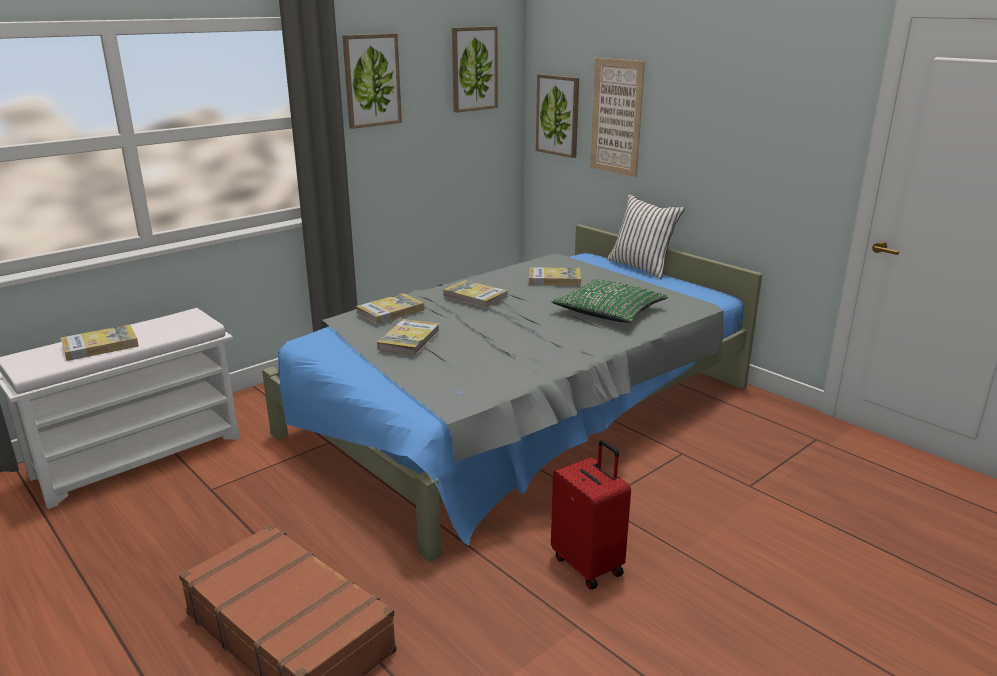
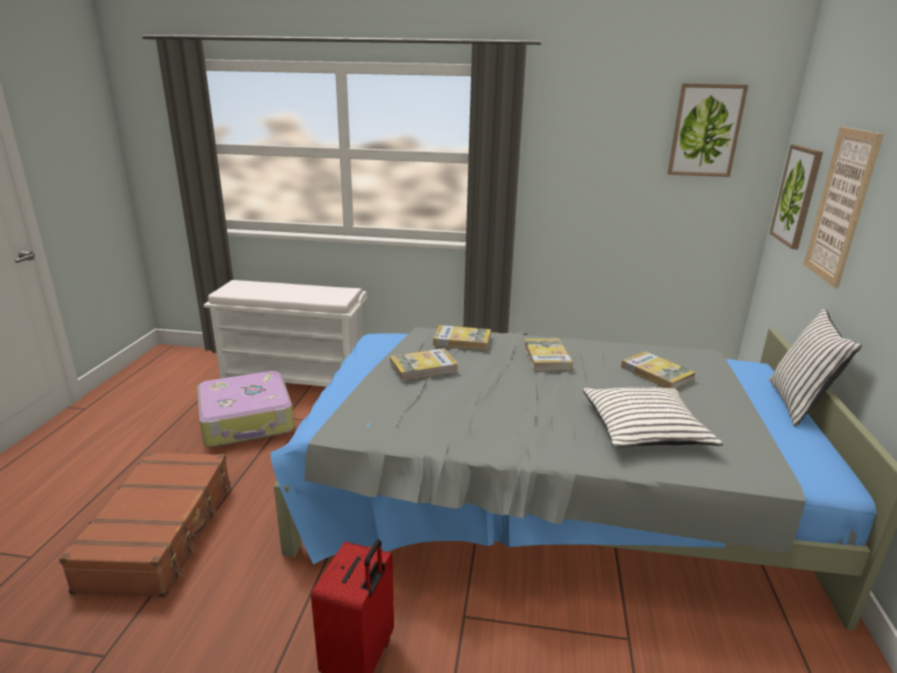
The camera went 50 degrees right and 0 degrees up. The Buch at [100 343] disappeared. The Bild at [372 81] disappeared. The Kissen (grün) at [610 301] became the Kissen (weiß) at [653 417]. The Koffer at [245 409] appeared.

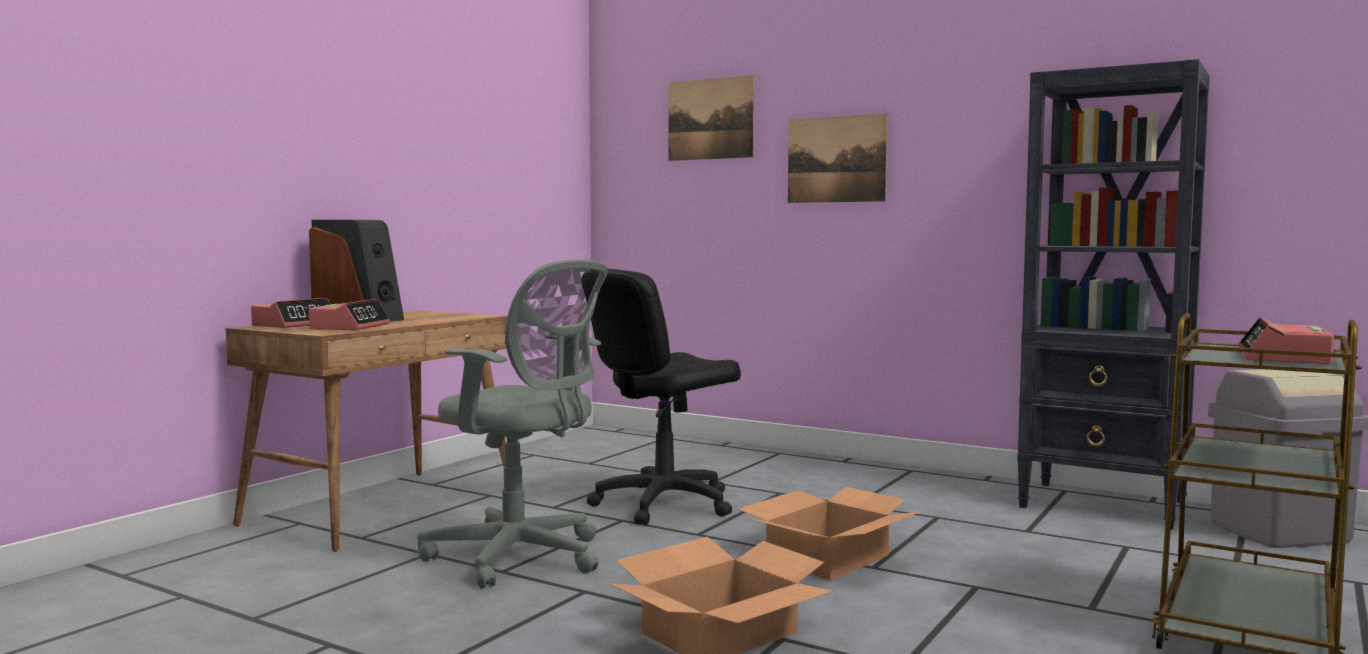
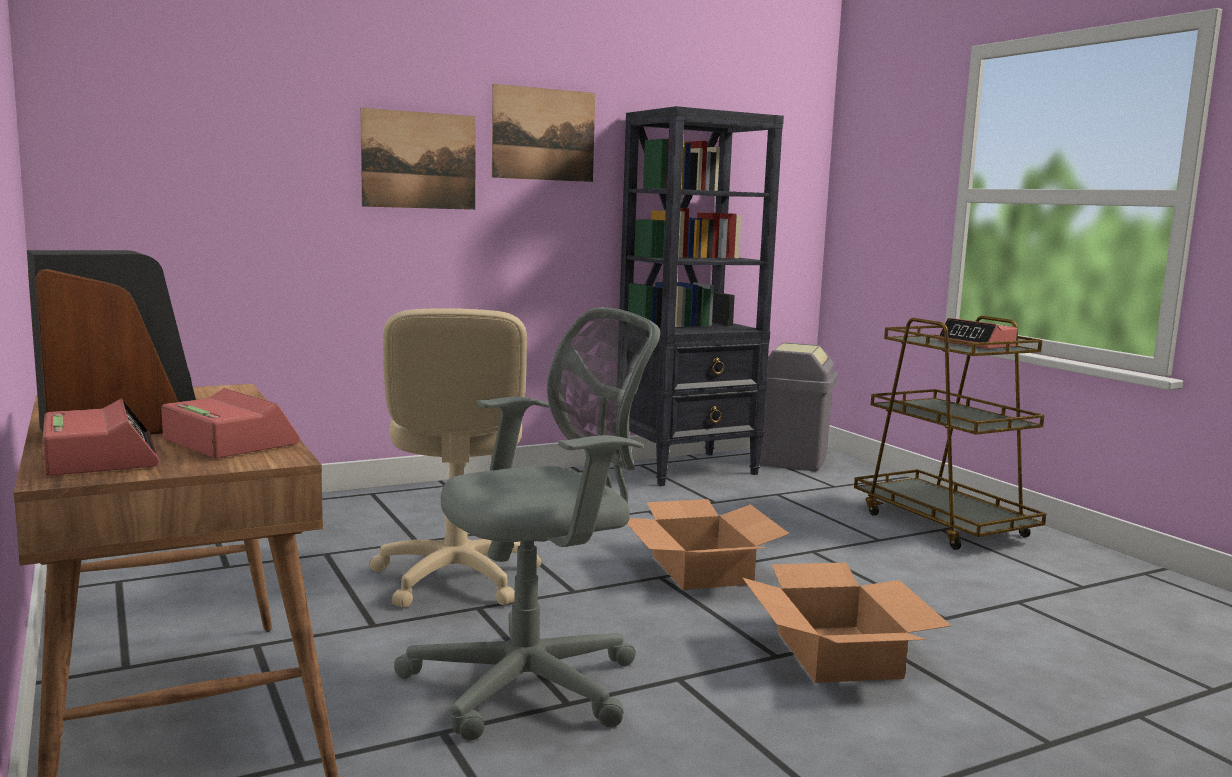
The camera went 60 degrees left and 5 degrees up. The Bürostuhl (schwarz) at [661 397] became the Bürostuhl (beige) at [455 458]. The Bild moved from [711 118] to [543 133].

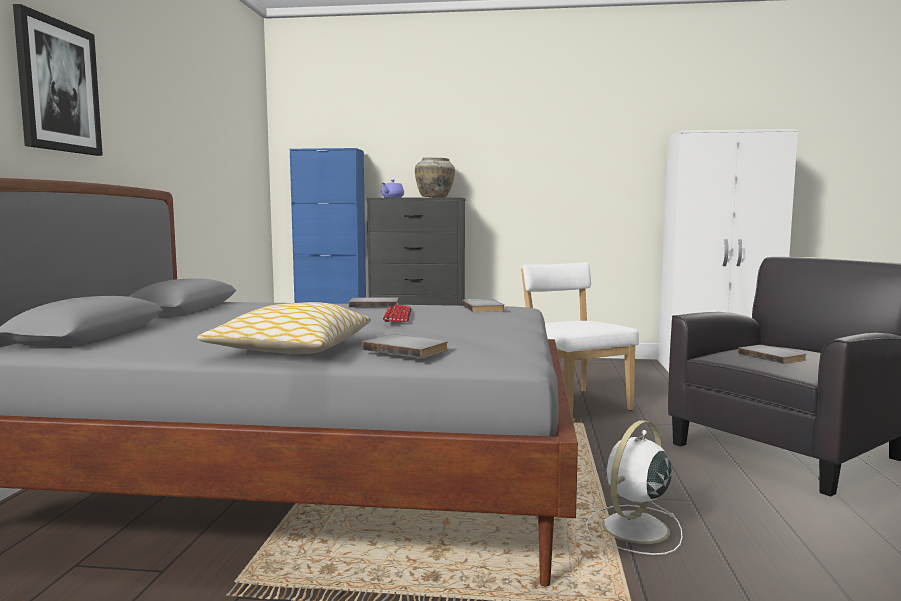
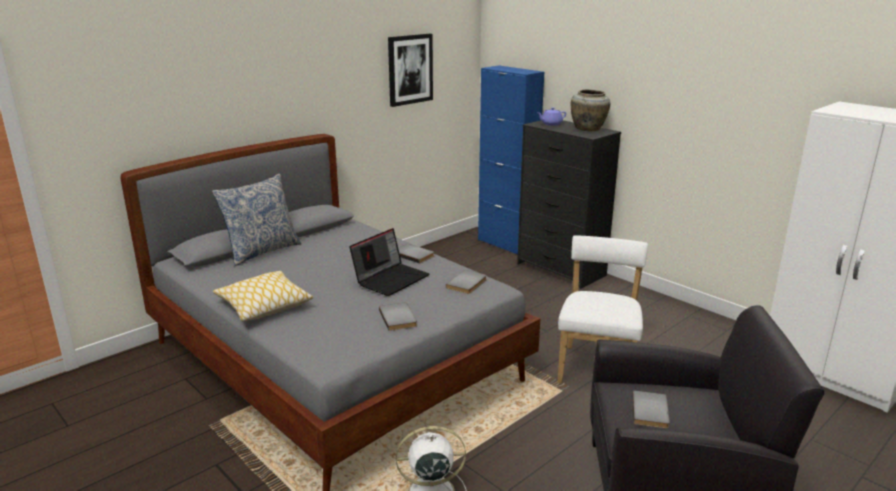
The camera went 40 degrees right and 15 degrees up. The Bild moved from [58 80] to [410 70]. The Buch (grau) moved from [405 346] to [398 316]. The Tastatur at [397 313] was replaced by the Laptop at [389 262]. The Kissen at [256 219] appeared.

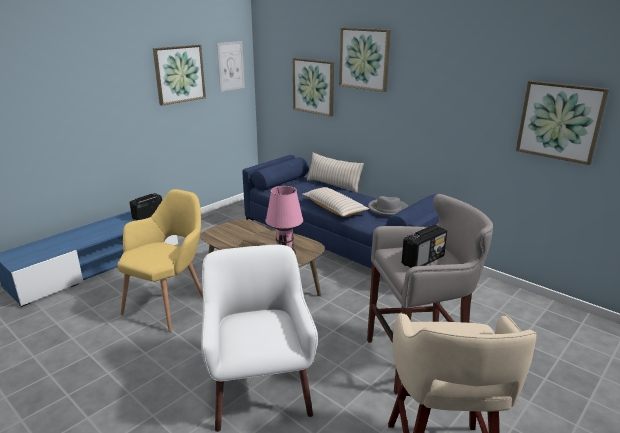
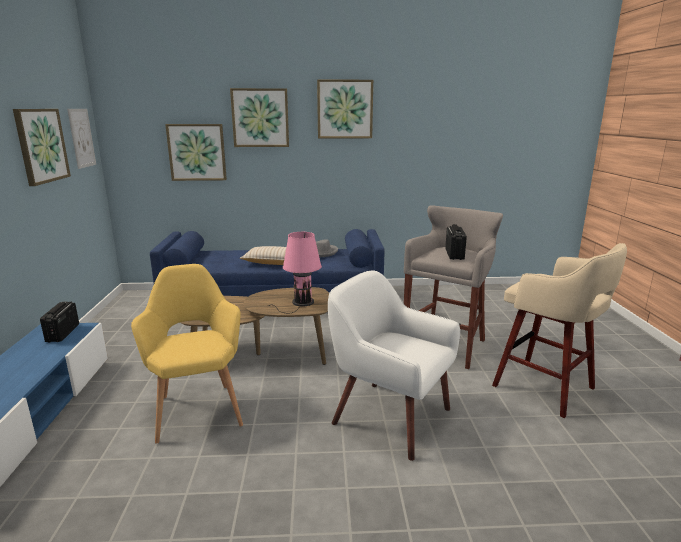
The camera went 45 degrees left and 5 degrees down. The Kissen (beige) at [335 173] disappeared. The Bild moved from [562 123] to [345 109].

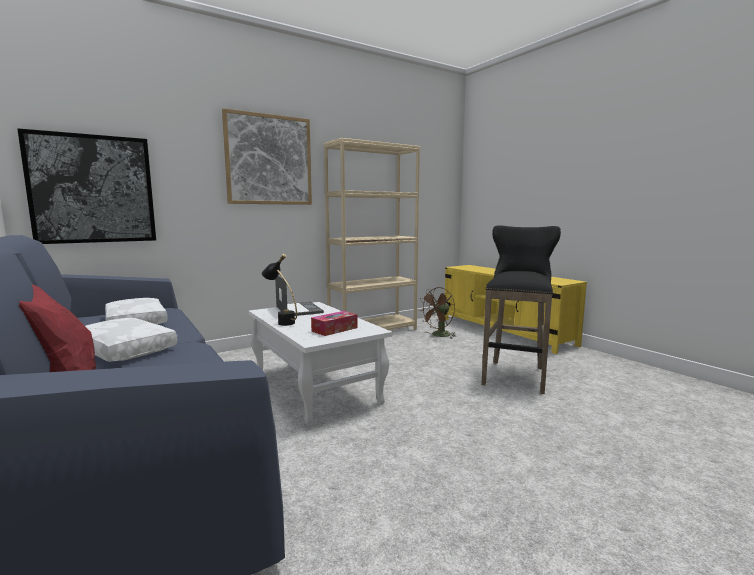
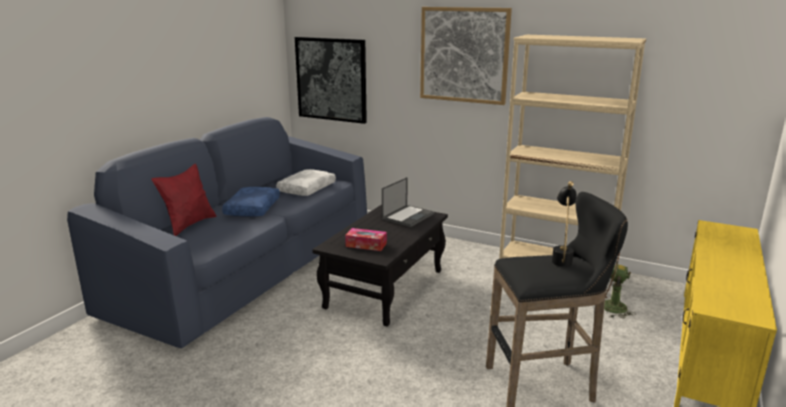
The camera went 60 degrees right and 10 degrees up. The Kissen (weiß) at [131 340] became the Kissen (blau) at [251 202]. The Couchtisch (weiß) at [320 364] became the Couchtisch (schwarz) at [380 265]. The Tischlampe (schwarz) moved from [279 290] to [564 224].

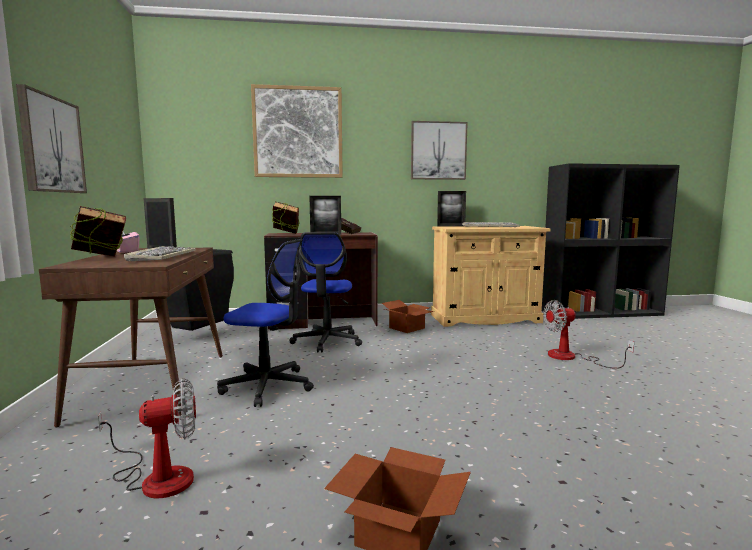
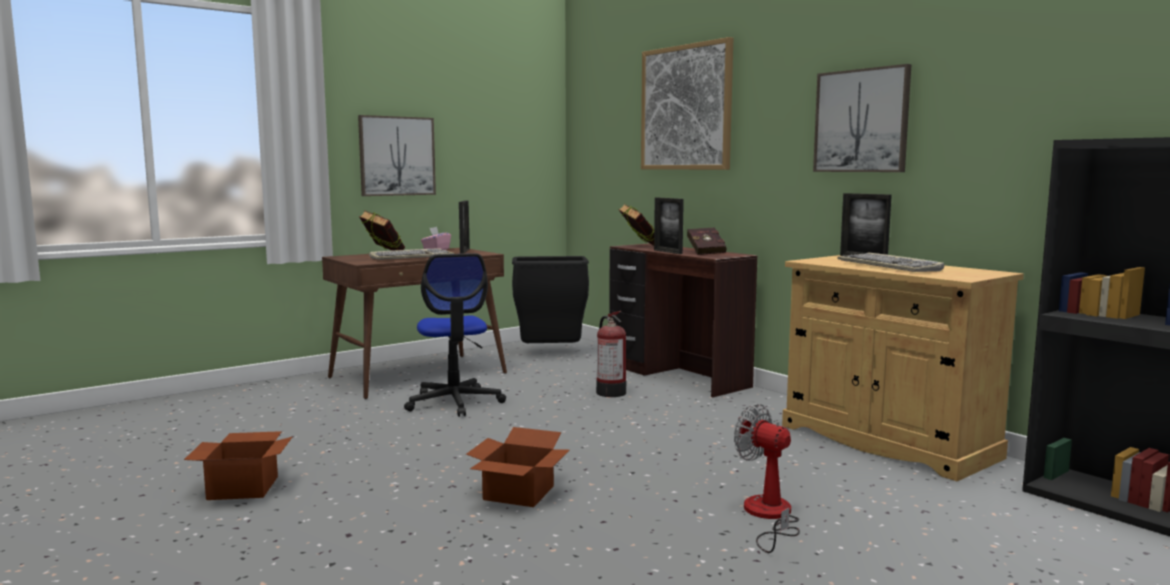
The camera went 60 degrees right and 0 degrees up. The Ventilator at [147 438] disappeared. The Bürostuhl at [325 292] was replaced by the Feuerlöscher at [611 354]. The Karton moved from [408 316] to [517 467].

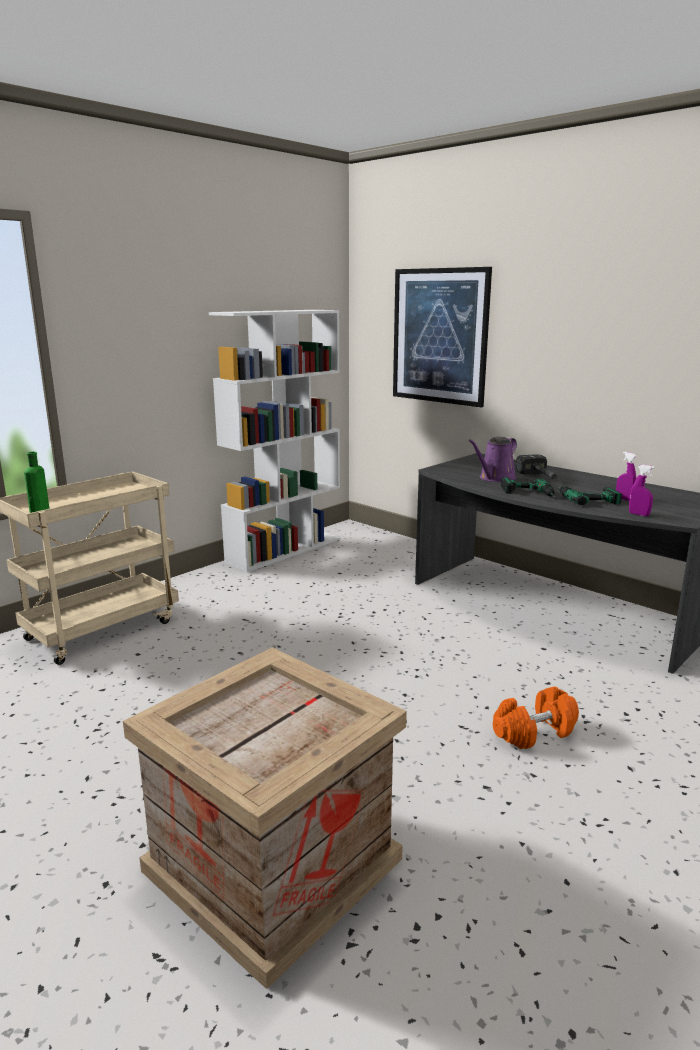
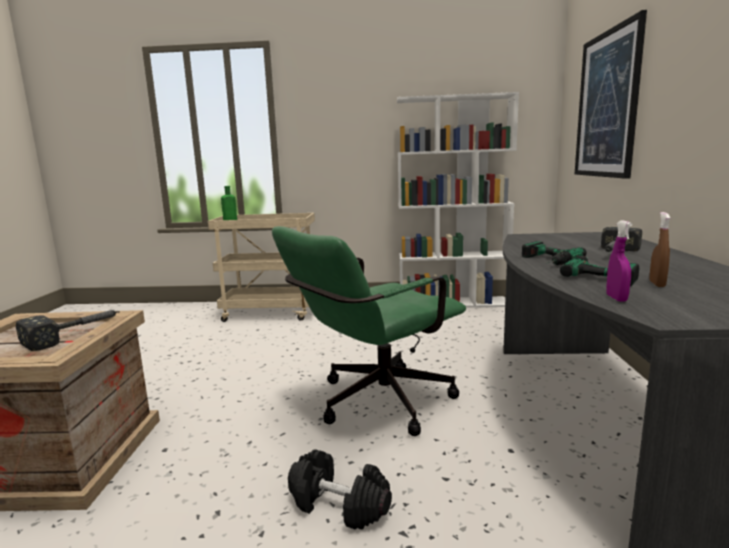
The camera went 50 degrees right and 5 degrees down. The Gießkanne (lila) at [492 459] disappeared. The Hantel (orange) at [536 717] became the Hantel (schwarz) at [340 489]. The Sprühflasche (lila) at [626 476] became the Sprühflasche (braun) at [660 249]. The Hammer at [68 330] appeared. The Bürostuhl (grün) at [369 331] appeared.

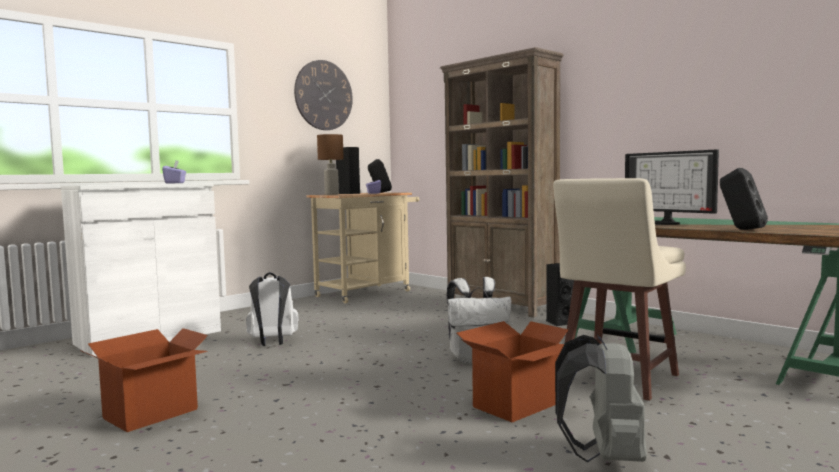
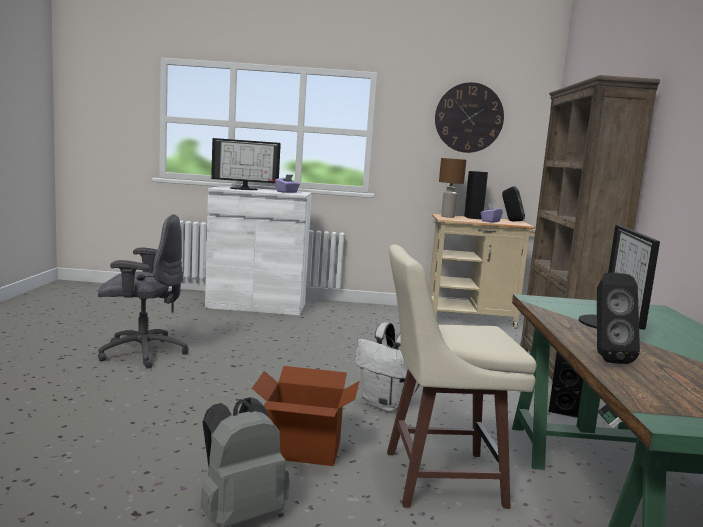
The camera went 45 degrees right and 5 degrees up. The Karton at [144 380] was replaced by the Bürostuhl (grau) at [143 291]. The Rucksack (weiß) at [272 309] disappeared. The Monitor at [246 164] appeared.

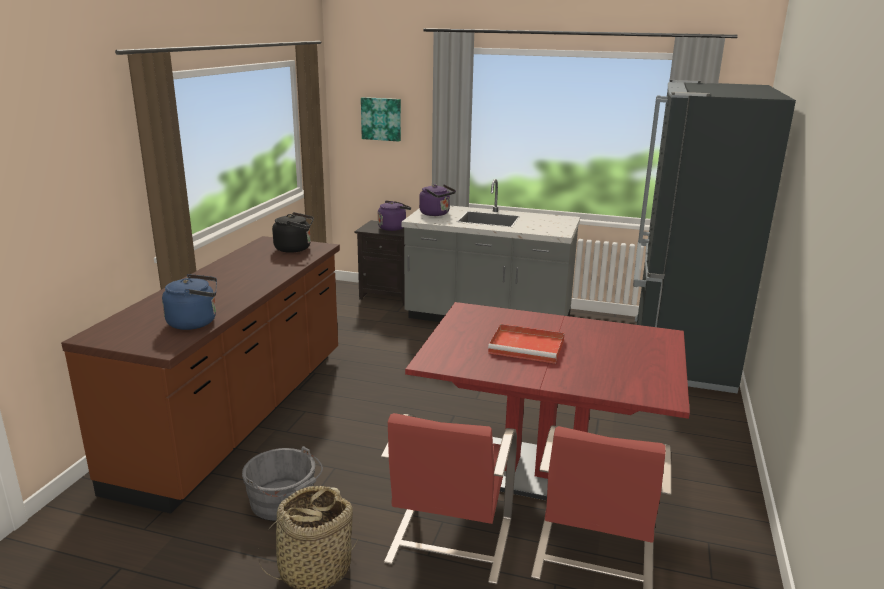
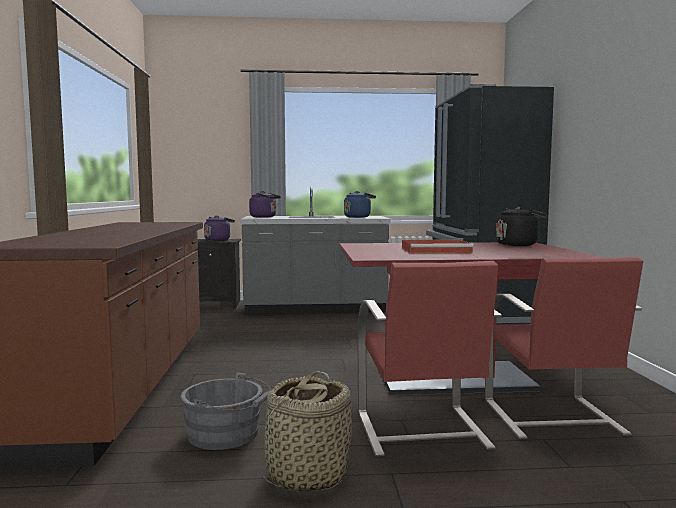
The camera went 20 degrees left and 15 degrees down. The Wasserkessel (blau) moved from [189 302] to [360 204]. The Wasserkessel (schwarz) moved from [293 232] to [521 226]. The Bild at [381 119] disappeared.

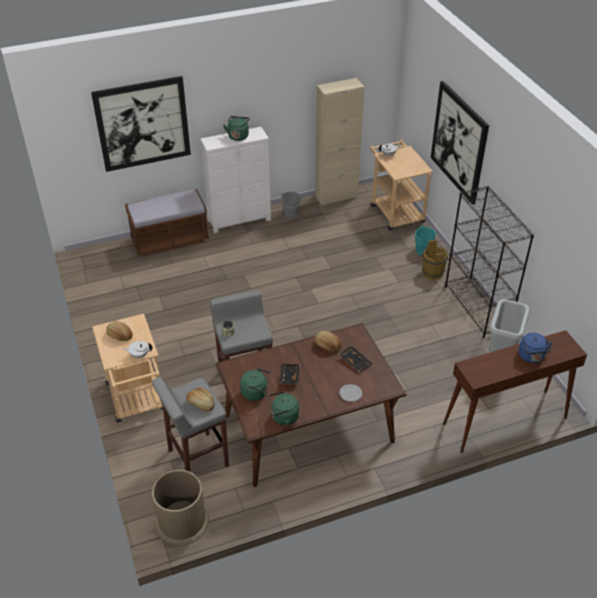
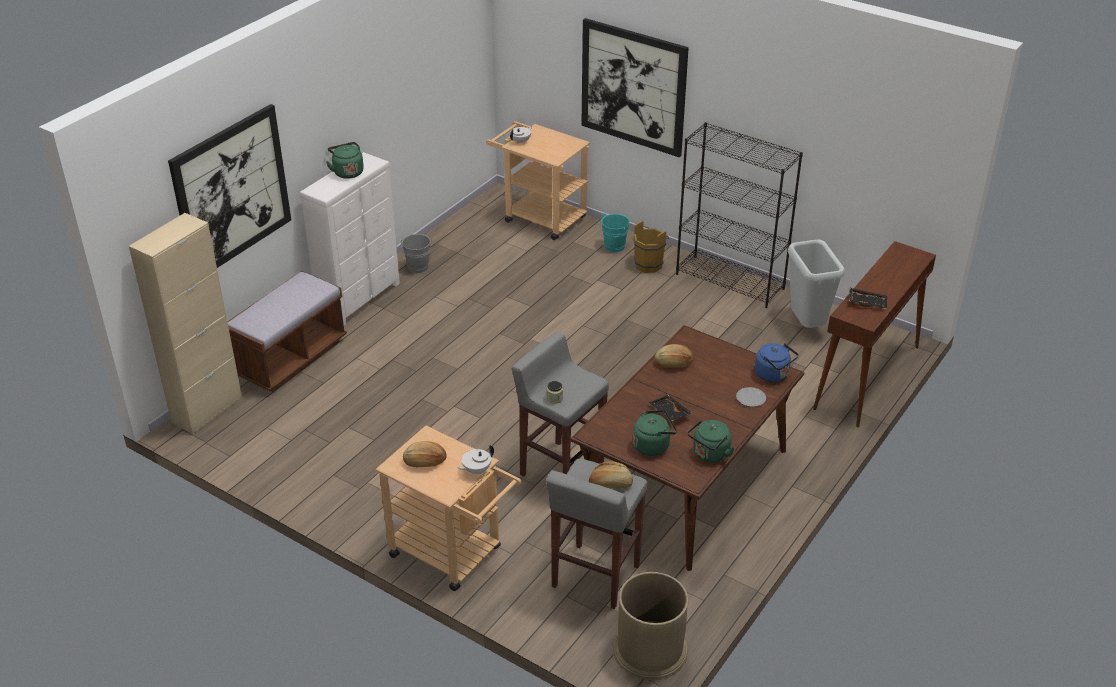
The camera went 35 degrees left and 5 degrees down. The Schrank (beige) moved from [339 142] to [185 323]. The Tablett (schwarz) moved from [356 359] to [868 298]. The Wasserkessel (blau) moved from [535 348] to [777 362].

